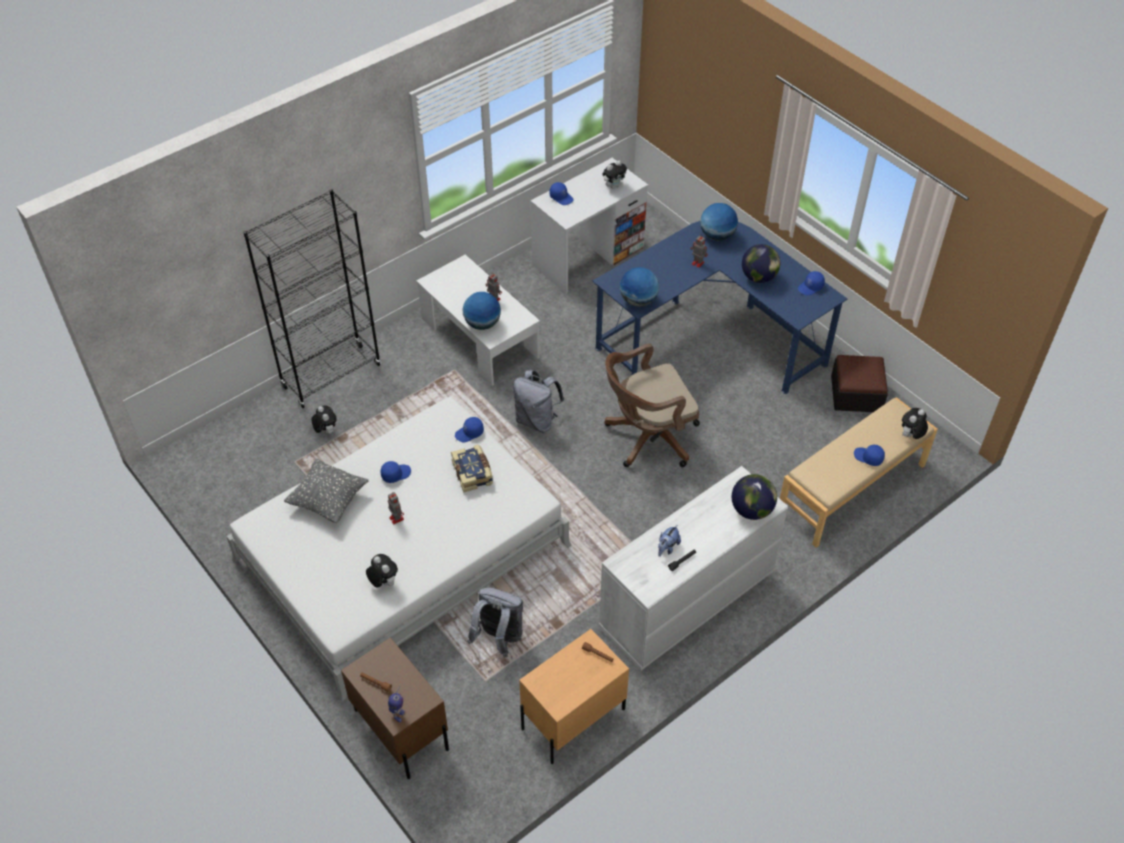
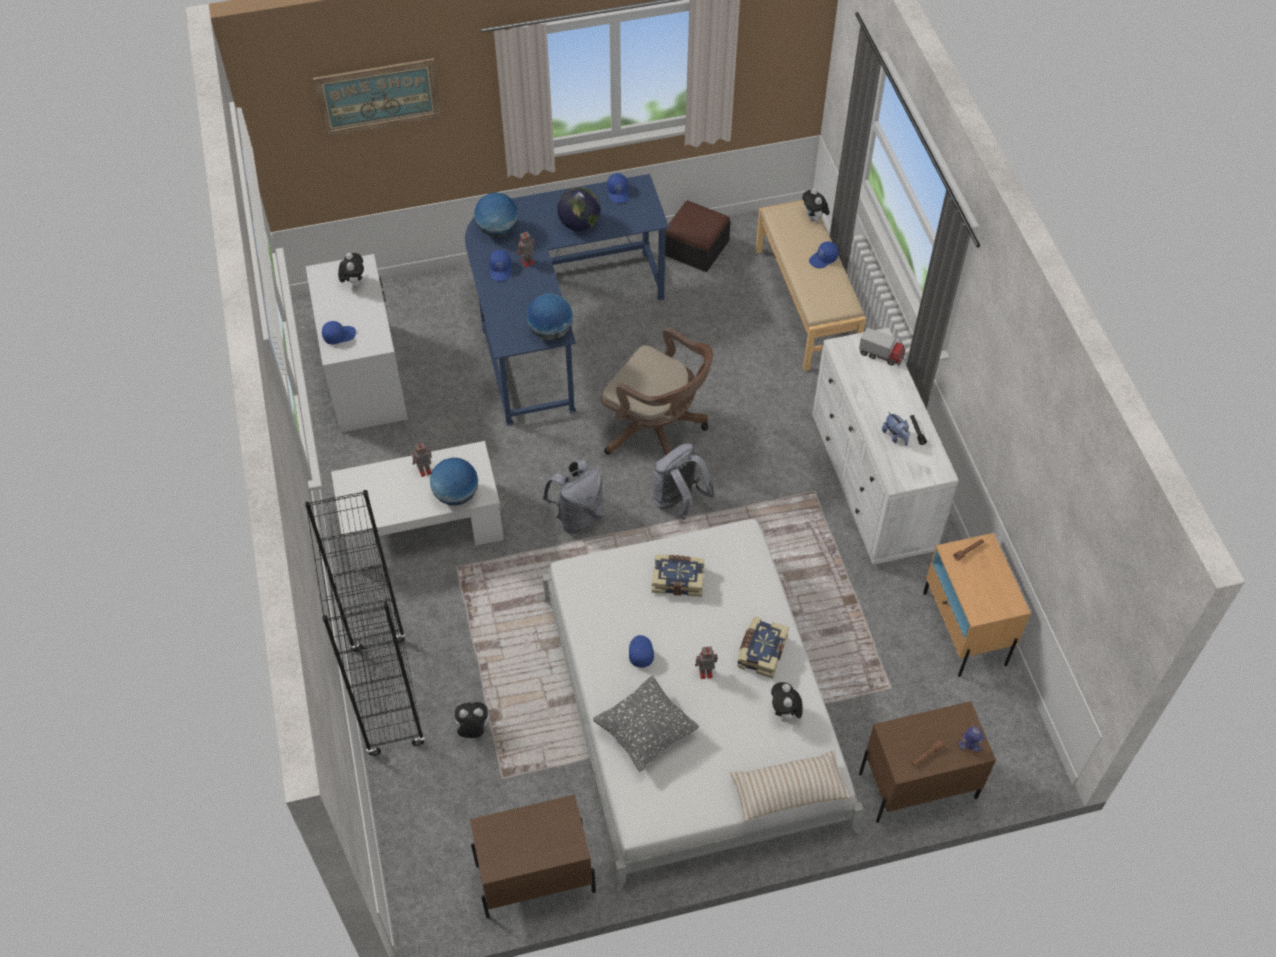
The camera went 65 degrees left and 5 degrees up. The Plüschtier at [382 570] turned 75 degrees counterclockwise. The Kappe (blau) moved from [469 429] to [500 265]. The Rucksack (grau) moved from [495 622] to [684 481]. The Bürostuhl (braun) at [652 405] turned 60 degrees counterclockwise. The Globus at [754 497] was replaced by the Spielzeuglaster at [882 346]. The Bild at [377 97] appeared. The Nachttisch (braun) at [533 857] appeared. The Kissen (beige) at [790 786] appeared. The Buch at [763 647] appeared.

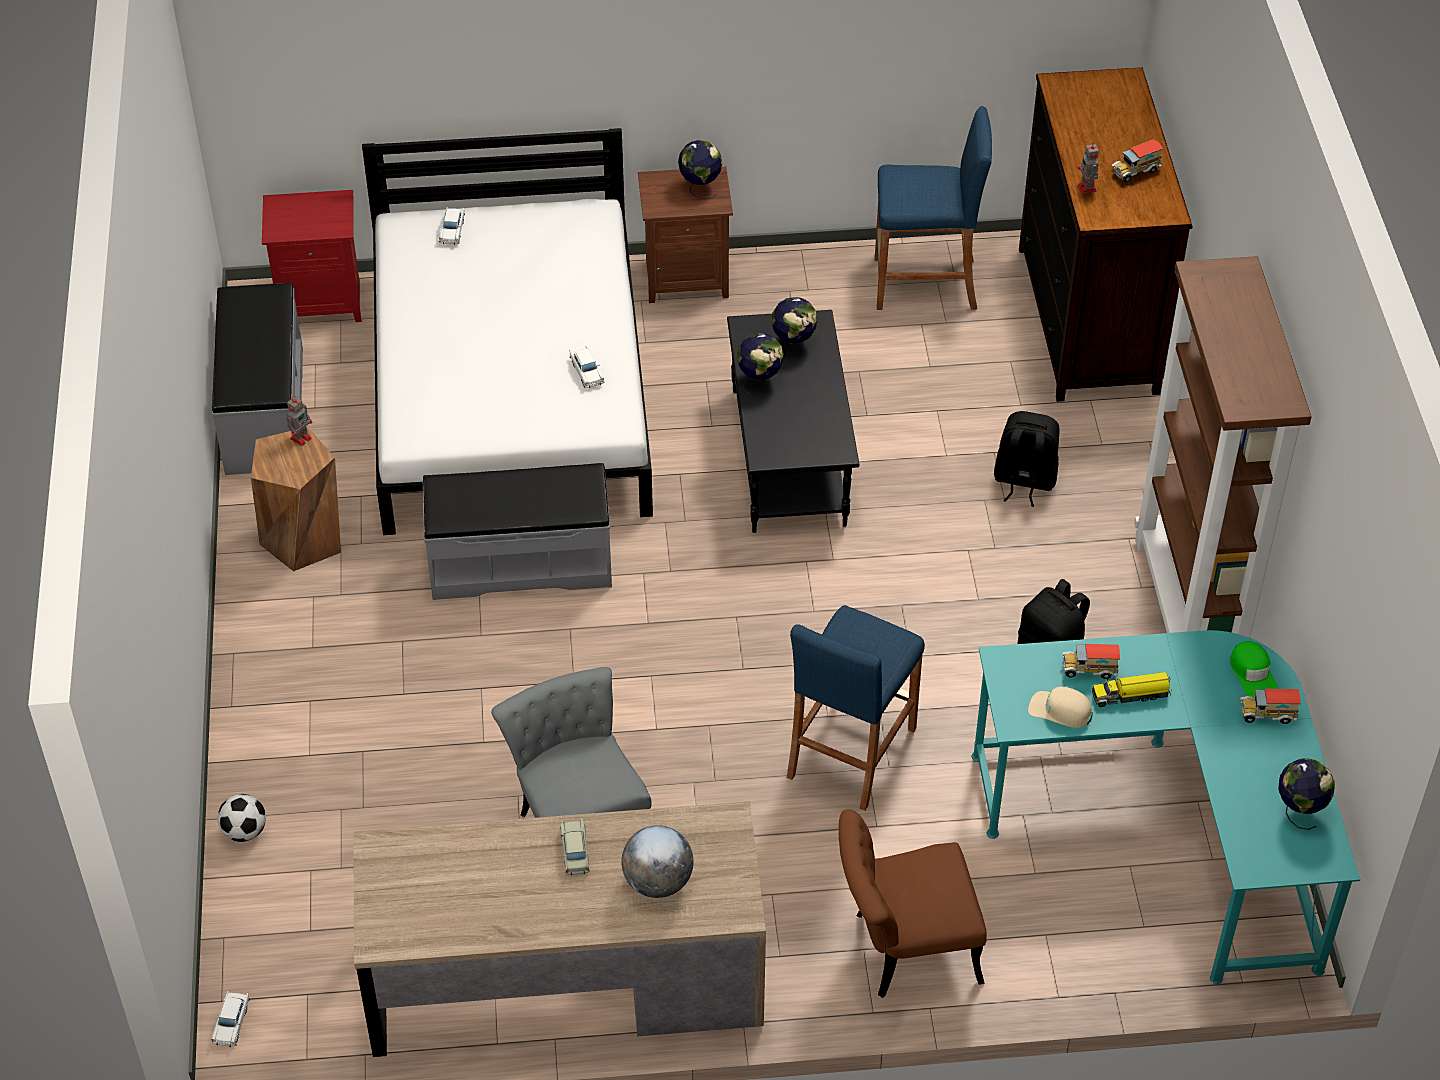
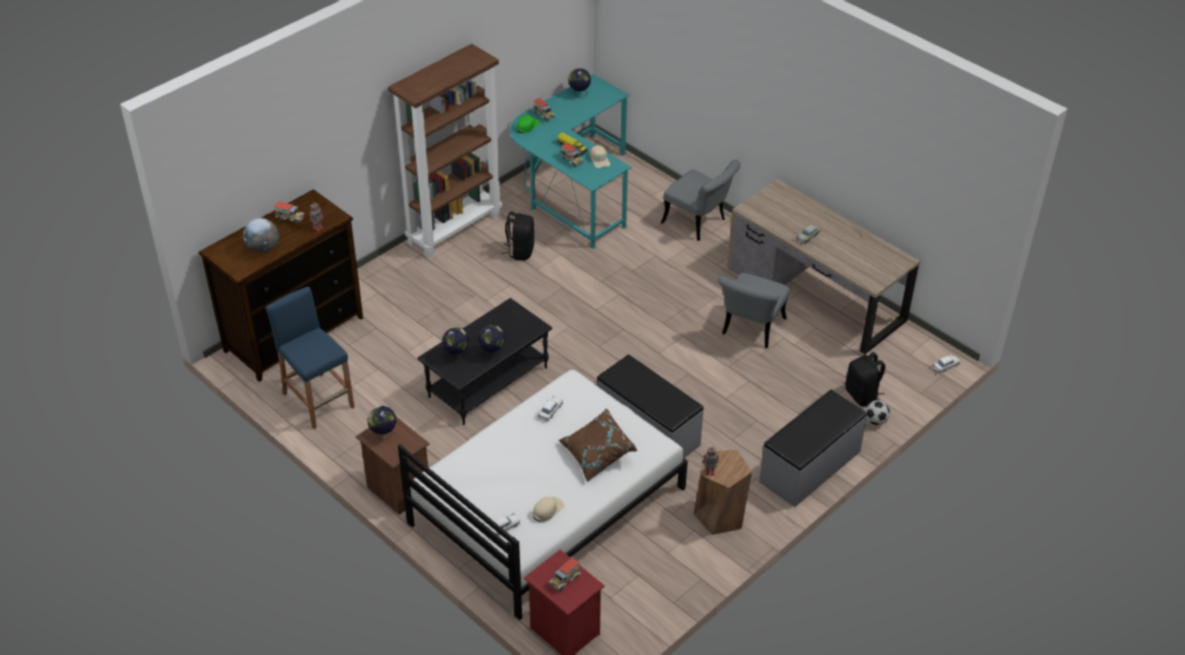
The camera went 130 degrees left and 5 degrees down. The Bank (grau) moved from [257 379] to [813 448]. The Globus moved from [657 861] to [261 235]. The Hocker (blau) at [856 708] disappeared. The Stuhl (braun) at [913 903] became the Stuhl (grau) at [701 200]. The Rucksack (schwarz) moved from [1027 459] to [865 379]. The Kappe (beige) at [549 509] appeared. The Spielzeuglaster at [565 575] appeared. The Kissen (braun) at [598 446] appeared.

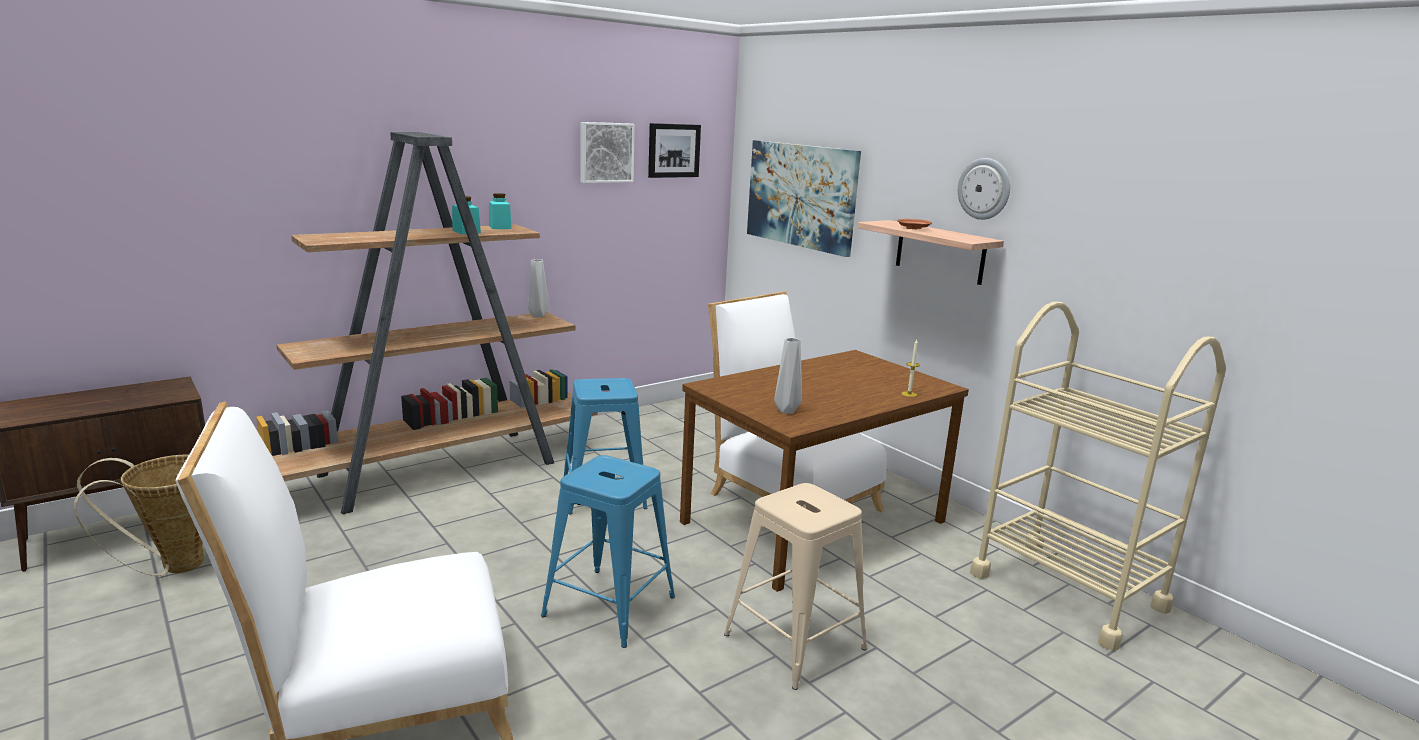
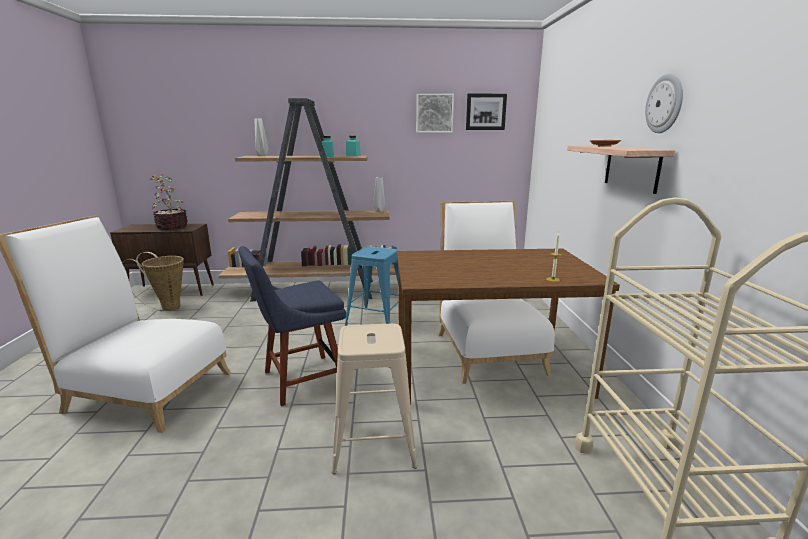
The camera went 35 degrees right and 0 degrees up. The Hocker (blau) at [608 551] was replaced by the Stuhl (blau) at [292 326]. The Bild at [804 198] disappeared. The Vase (grau) moved from [788 376] to [261 137]. The Topfpflanze at [169 202] appeared.

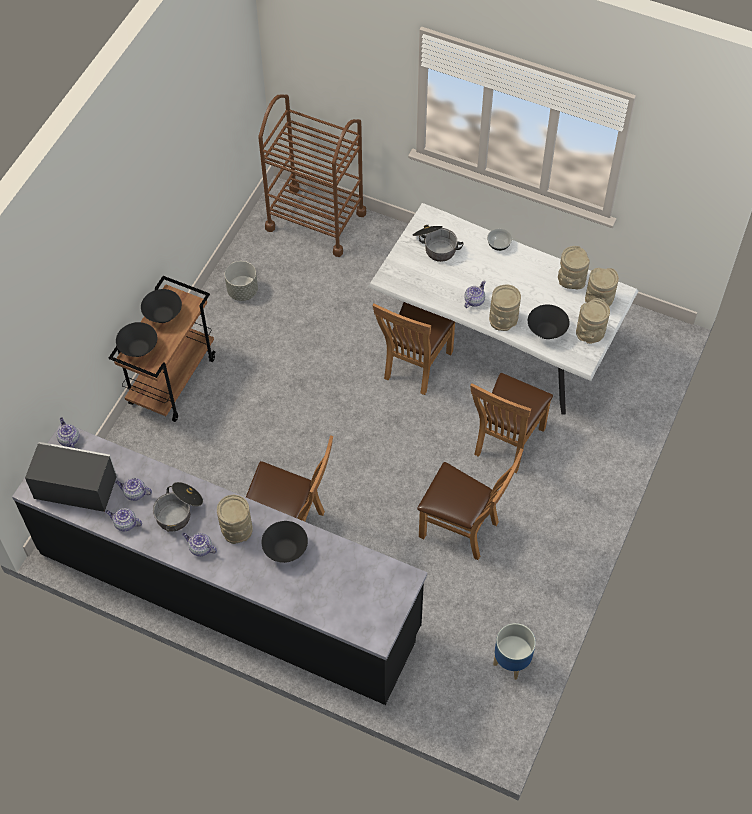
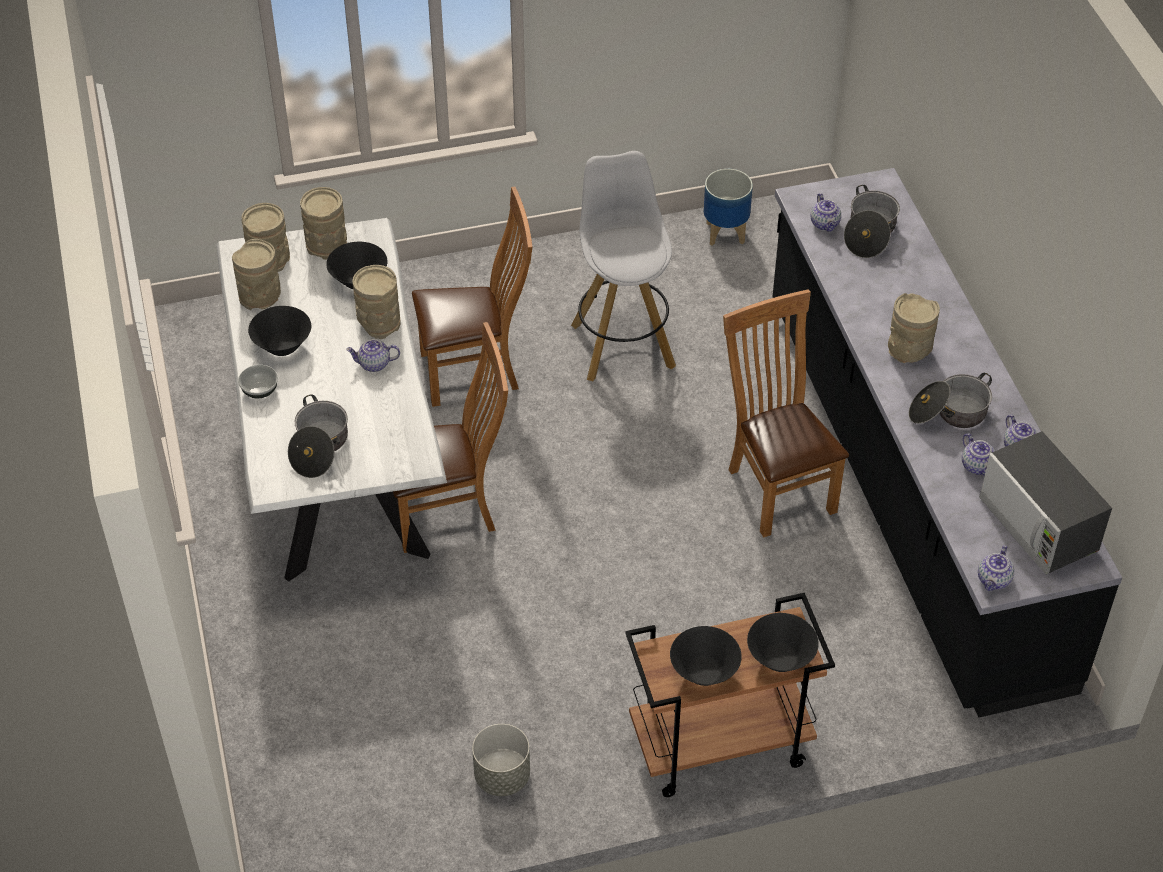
The camera went 130 degrees left and 10 degrees down. The Teekanne moved from [199 545] to [826 212]. The Rollwagen (braun) at [312 175] disappeared. The Schüssel (schwarz) moved from [284 542] to [279 331]. The Stuhl (braun) at [470 504] was replaced by the Hocker (weiß) at [623 266]. The Kochtopf at [872 221] appeared.

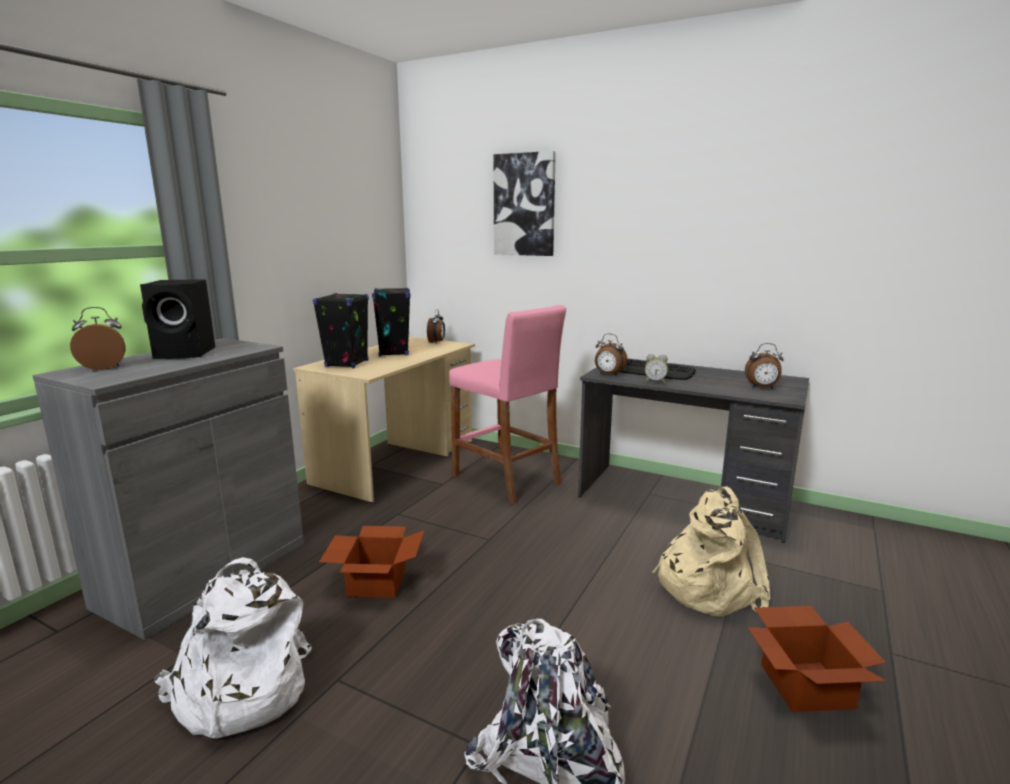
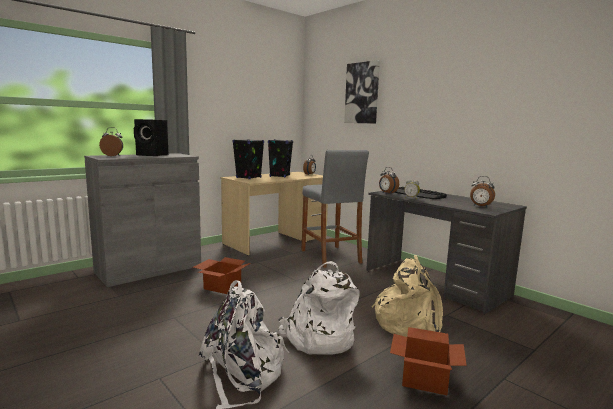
The camera went 20 degrees right and 5 degrees down. The Rucksack (weiß) moved from [232 648] to [319 308]. The Hocker (rosa) at [507 404] became the Hocker (grau) at [335 209].

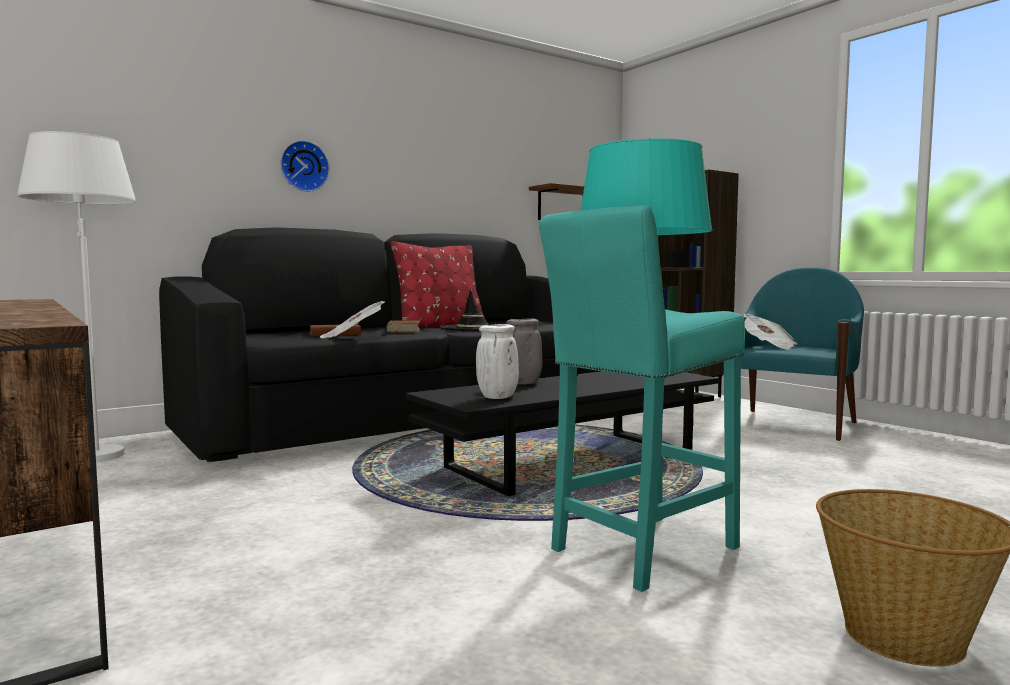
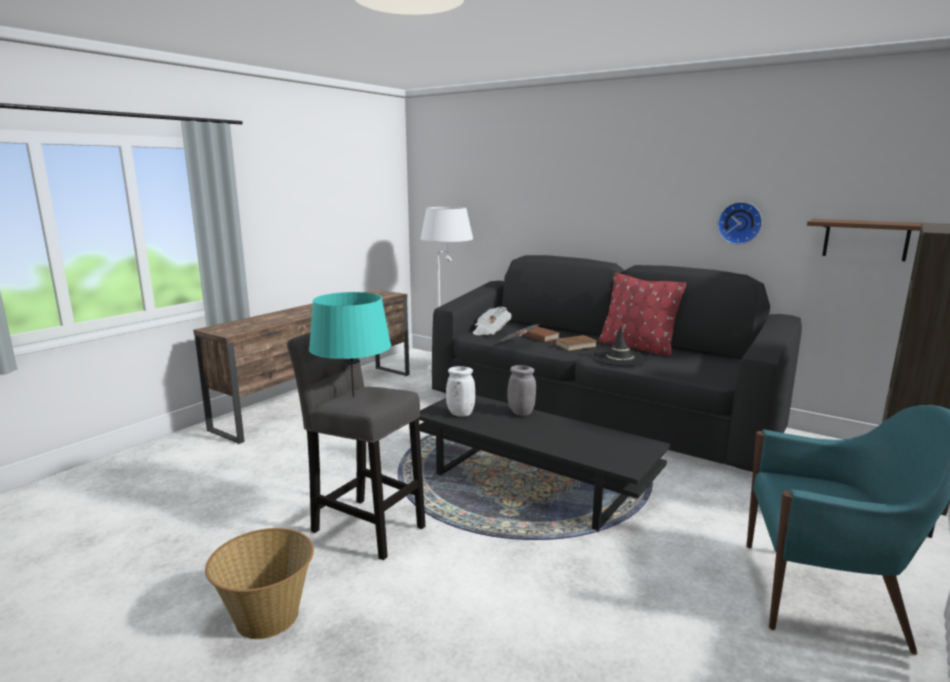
The camera went 70 degrees right and 10 degrees up. The Wanduhr moved from [305 166] to [739 223]. The Hocker (türkis) at [642 398] became the Hocker (grau) at [356 446]. The Zeitung moved from [770 332] to [492 321].

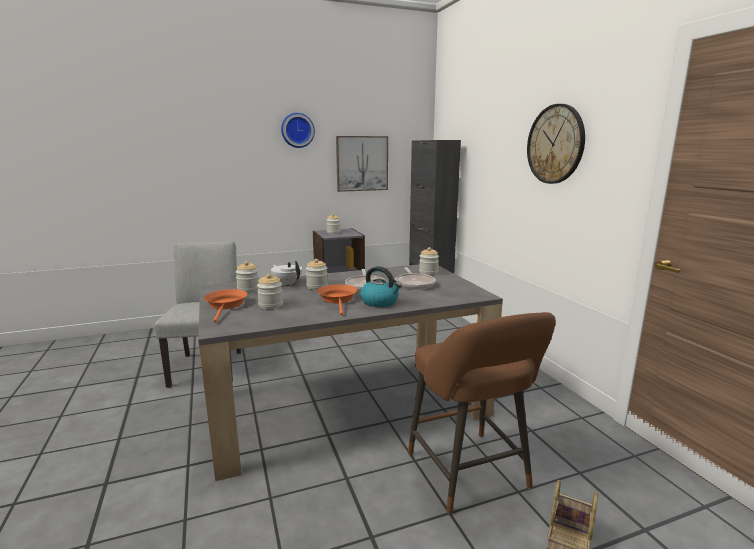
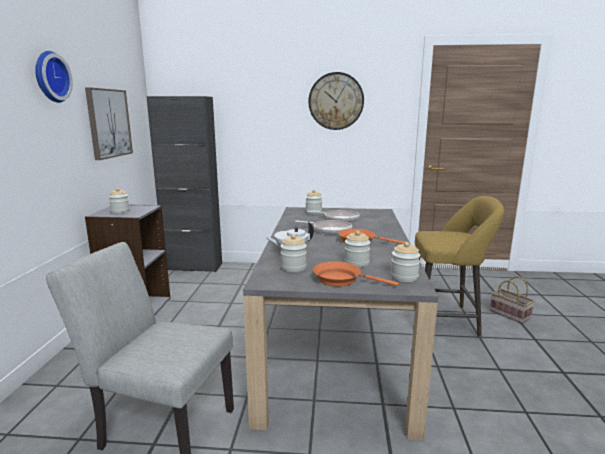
The camera went 65 degrees left and 0 degrees up. The Vorratsglas moved from [317 274] to [405 262]. The Wasserkessel at [381 286] disappeared. The Hocker (braun) at [482 413] became the Hocker (gelb) at [459 266].

